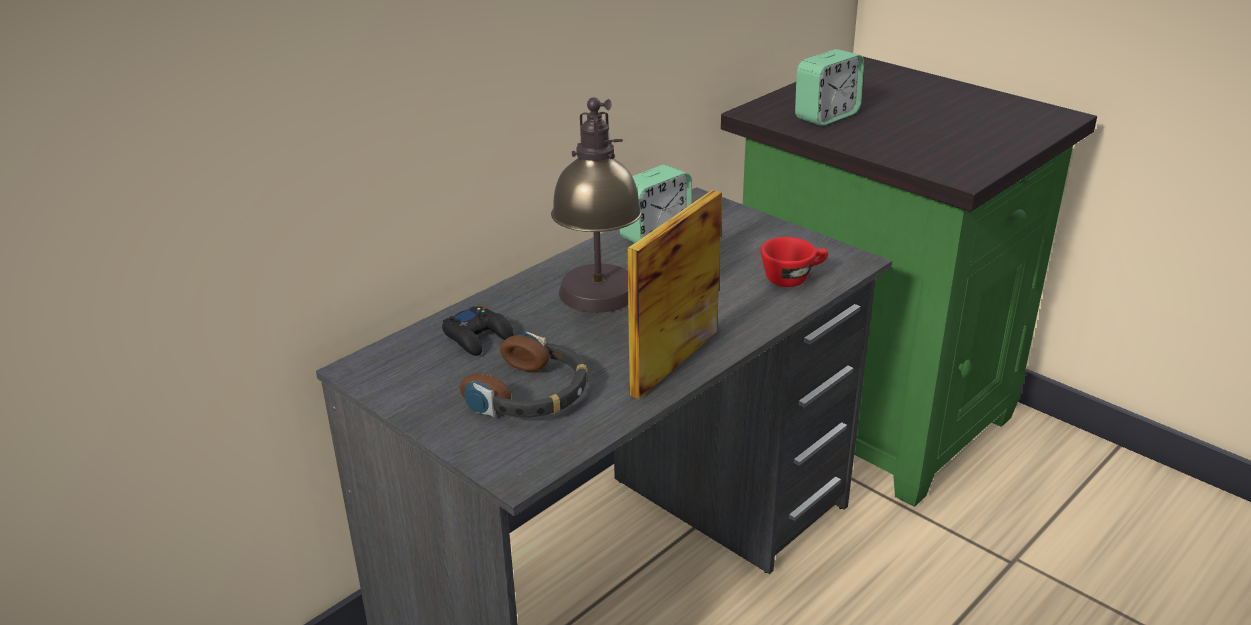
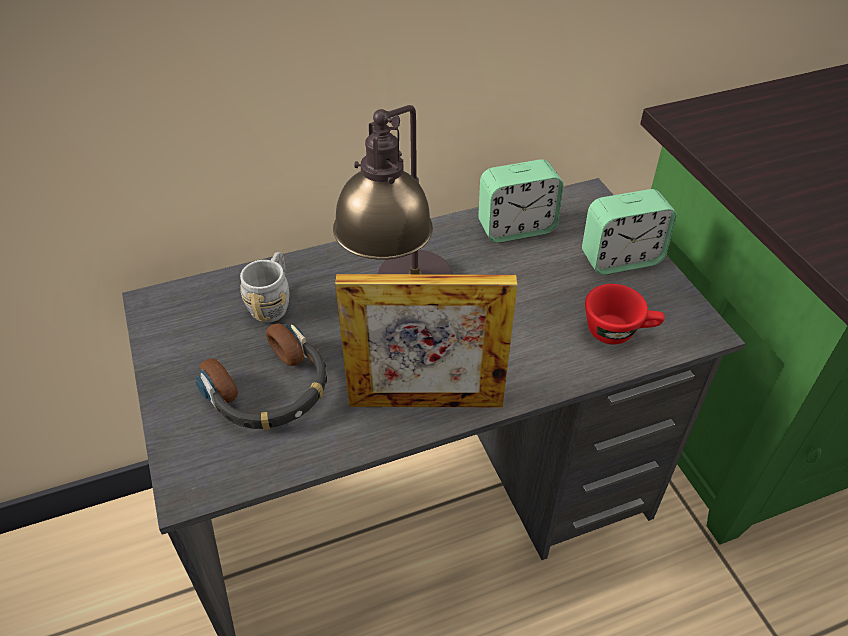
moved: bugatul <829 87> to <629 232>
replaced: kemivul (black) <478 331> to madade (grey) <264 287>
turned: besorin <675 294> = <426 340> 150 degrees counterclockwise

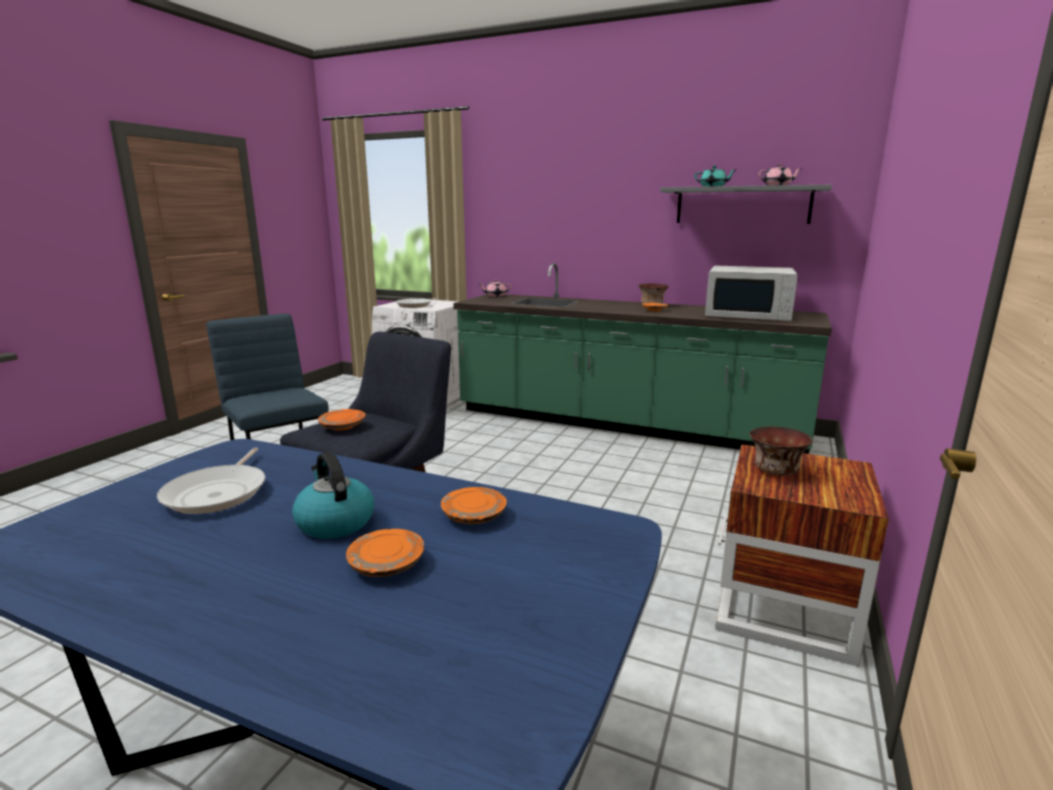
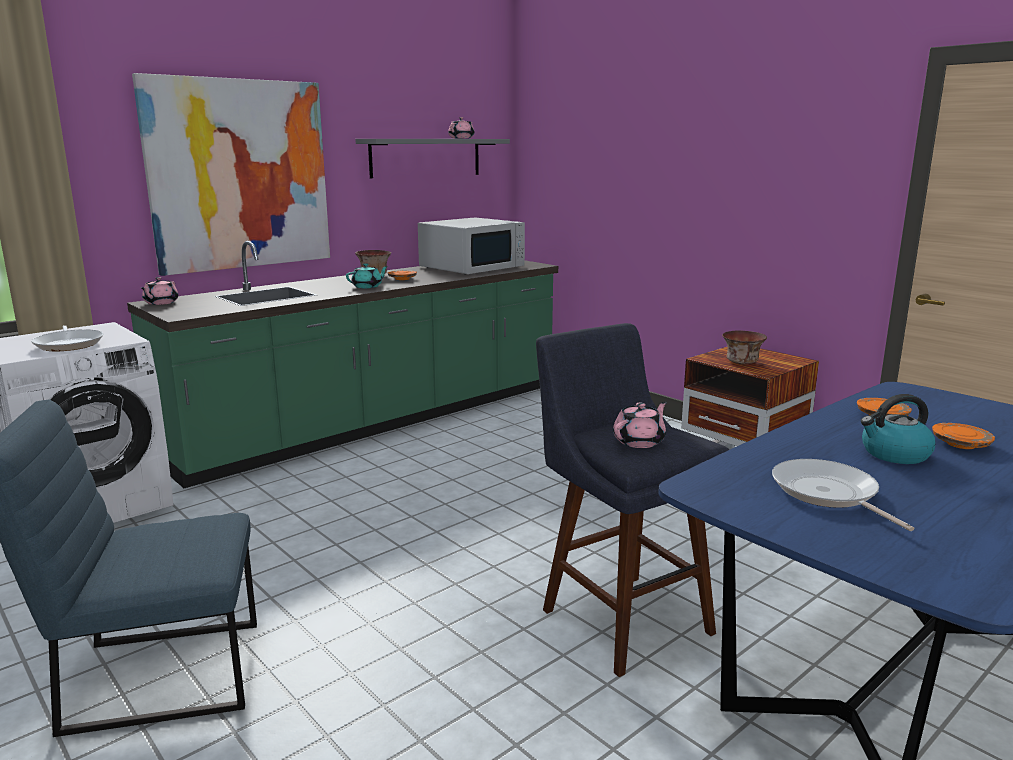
added: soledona <231 174>
moved: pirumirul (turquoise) <714 176> to <367 275>
replaced: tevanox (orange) <342 420> to pirumirul (pink) <640 425>
turned: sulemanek <211 480> = <843 495> 135 degrees counterclockwise

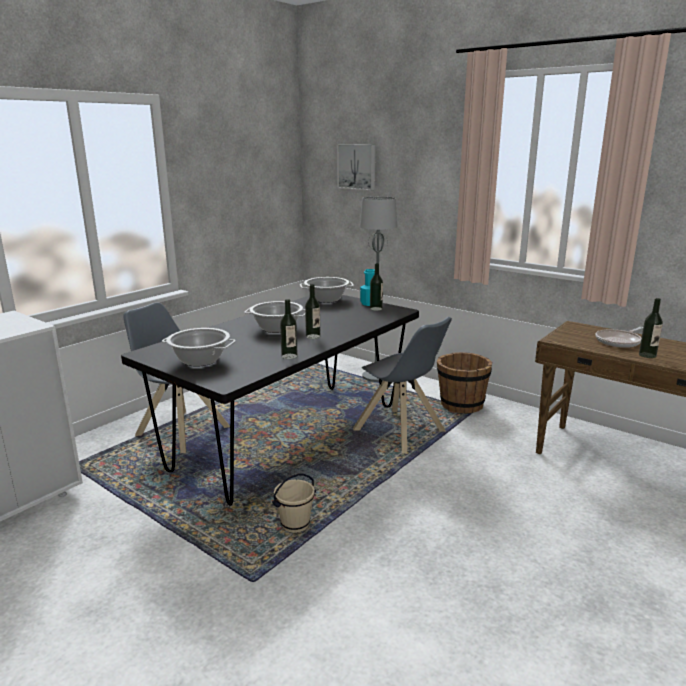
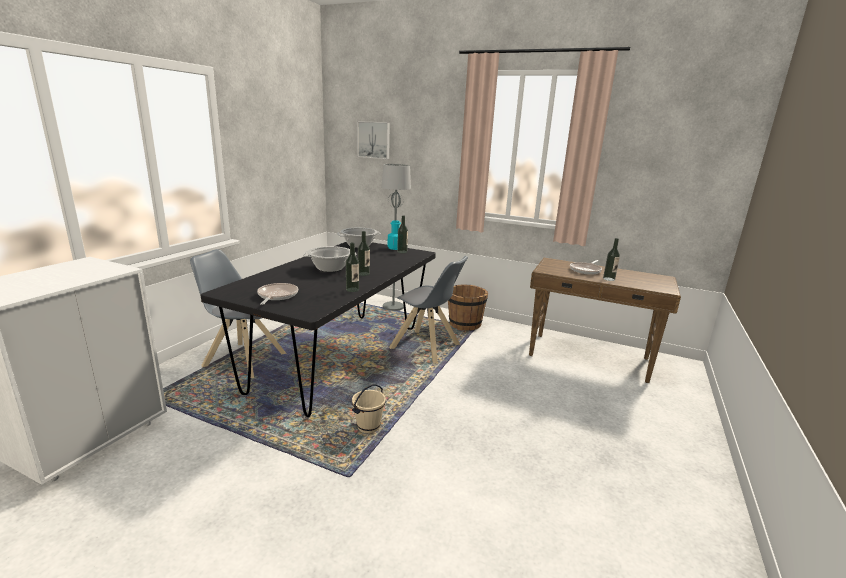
replaced: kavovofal <199 347> to sulemanek <277 294>

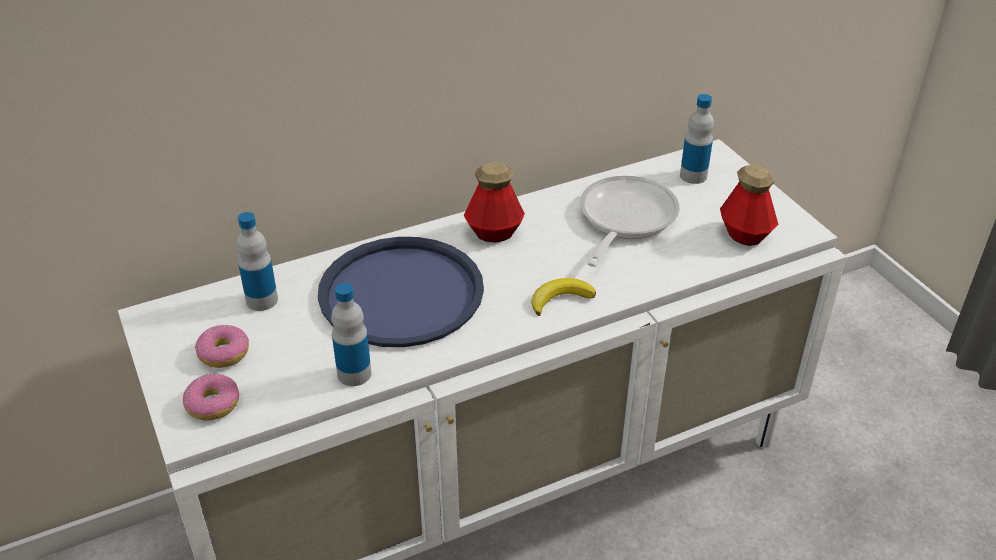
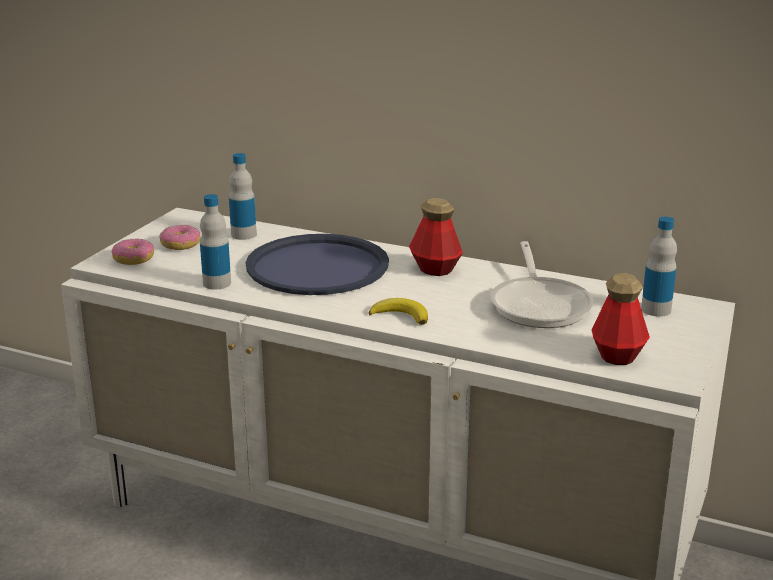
turned: sulemanek <630 221> = <542 284> 105 degrees clockwise

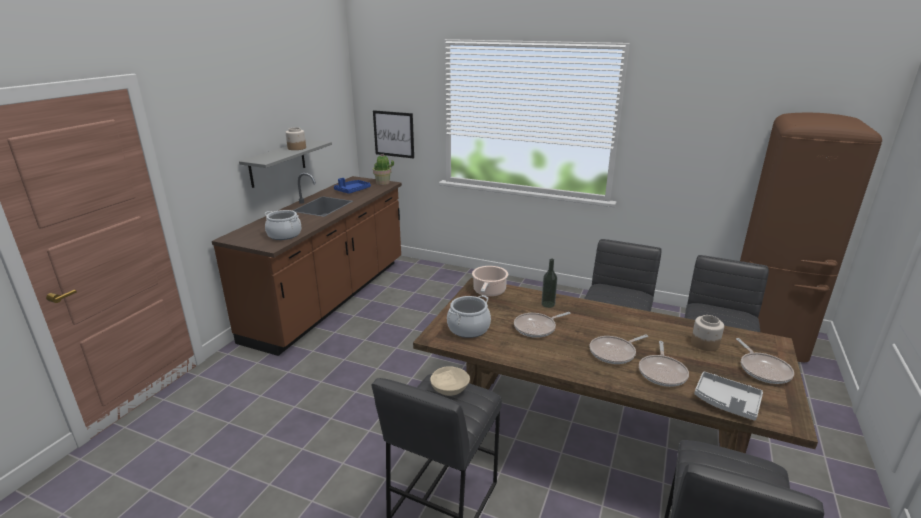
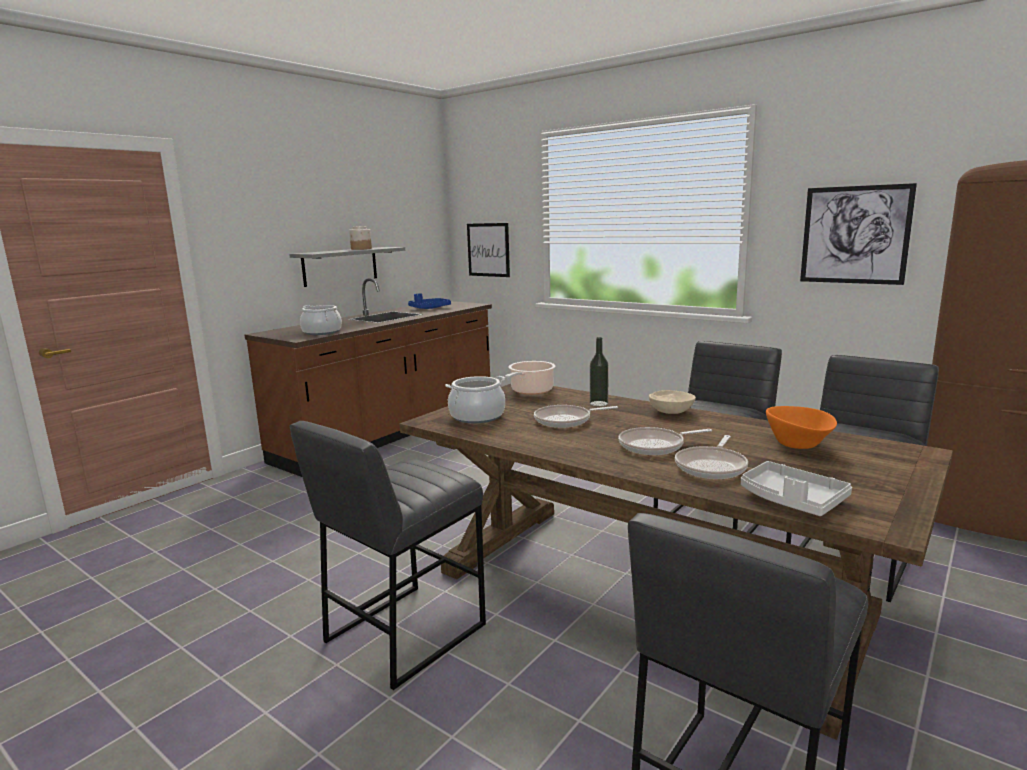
removed: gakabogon <383 169>; sulemanek <765 361>
added: soledona <858 234>
moved: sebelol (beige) <450 381> to <672 402>
replaced: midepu <707 333> to sebelol (orange) <801 427>

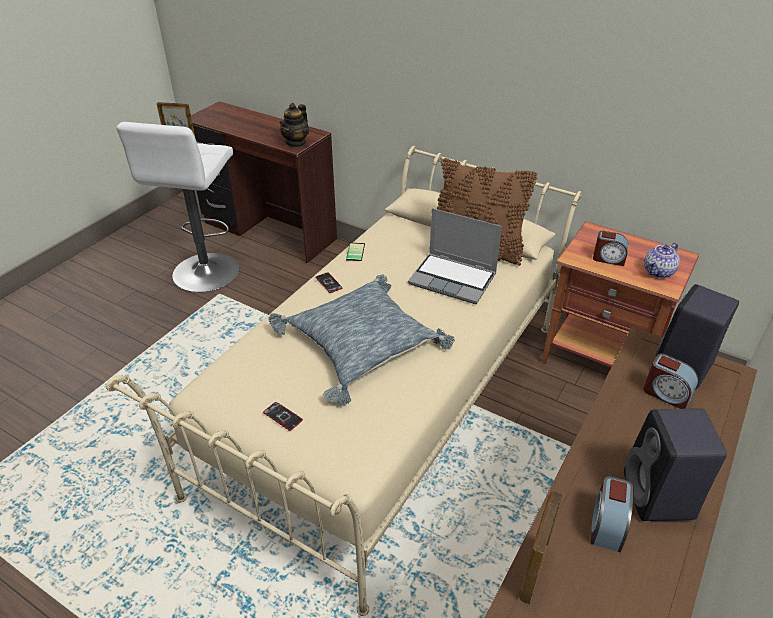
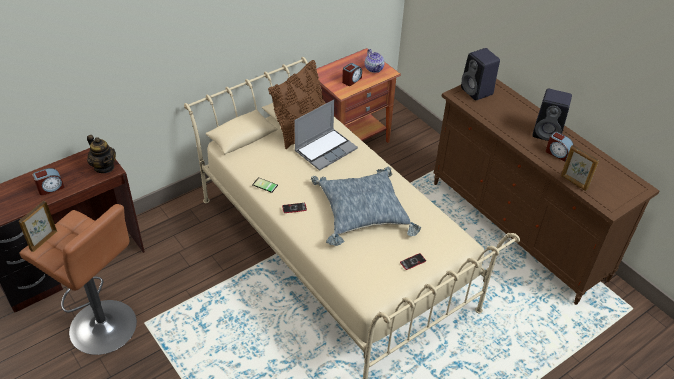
moved: bugatul <671 381> to <49 181>
recoloured: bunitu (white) <177 207> to bunitu (brown) <78 279>

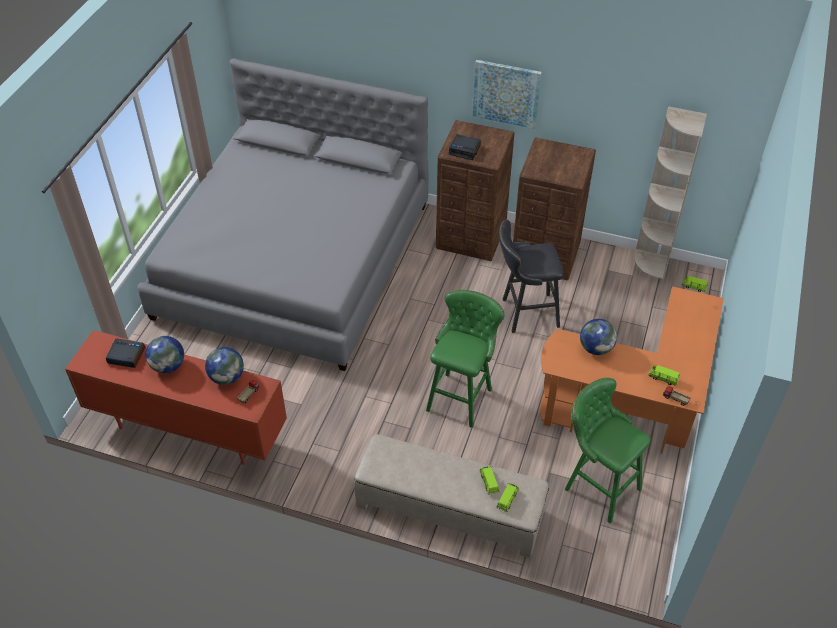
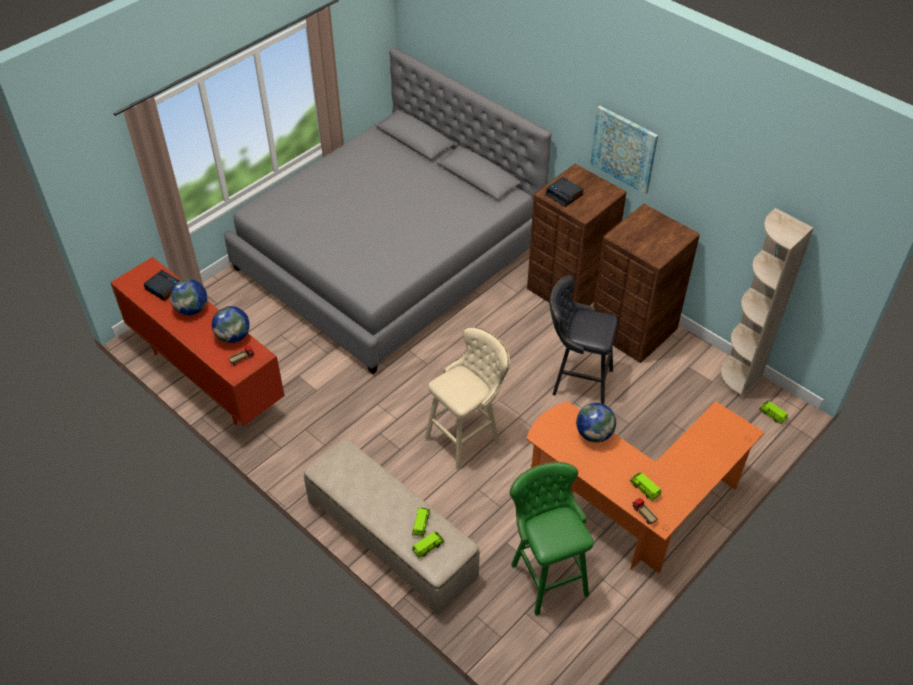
recoloured: bunitu (green) <465 359> to bunitu (beige) <467 399>

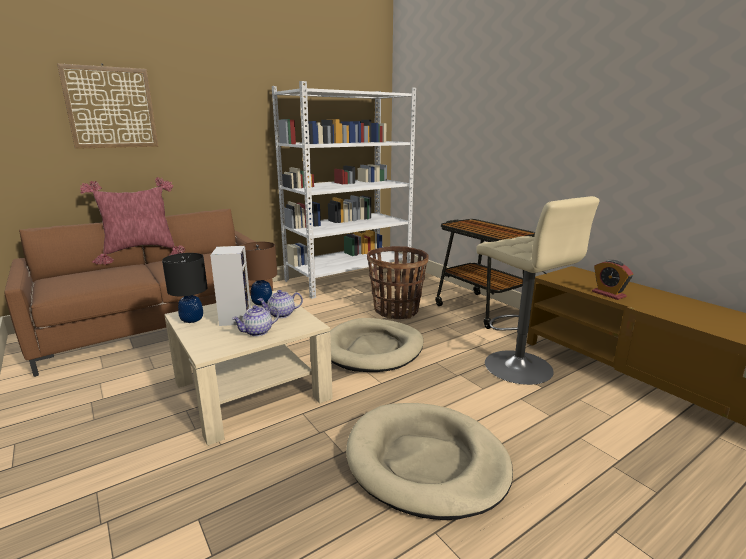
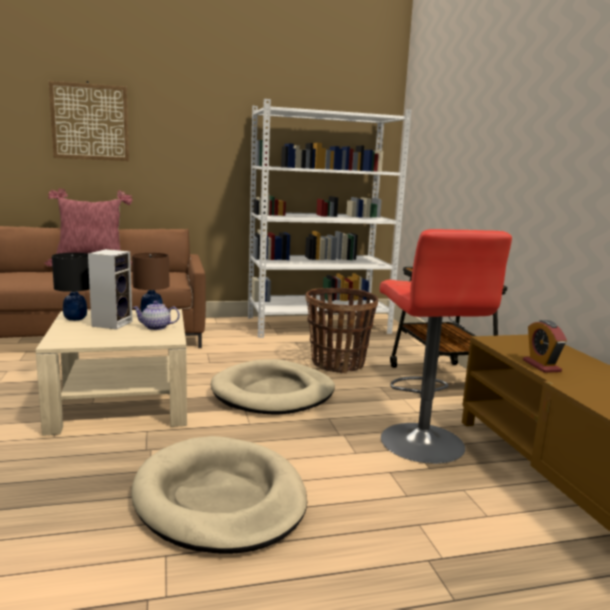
removed: pirumirul <255 320>
recoloured: bunitu (beige) <538 290> to bunitu (red) <446 346>

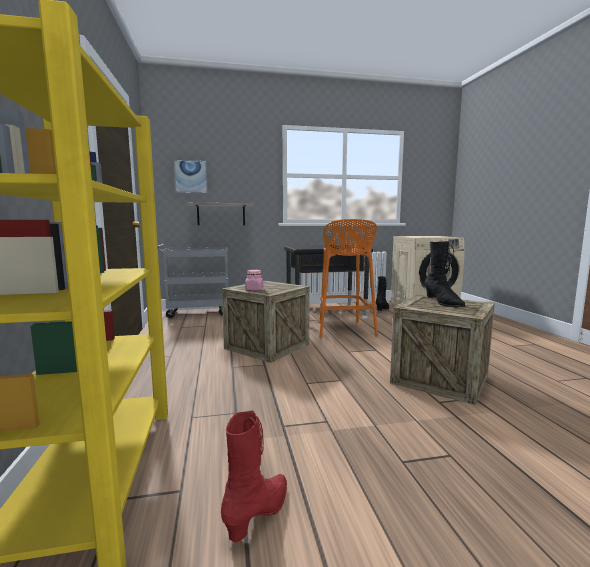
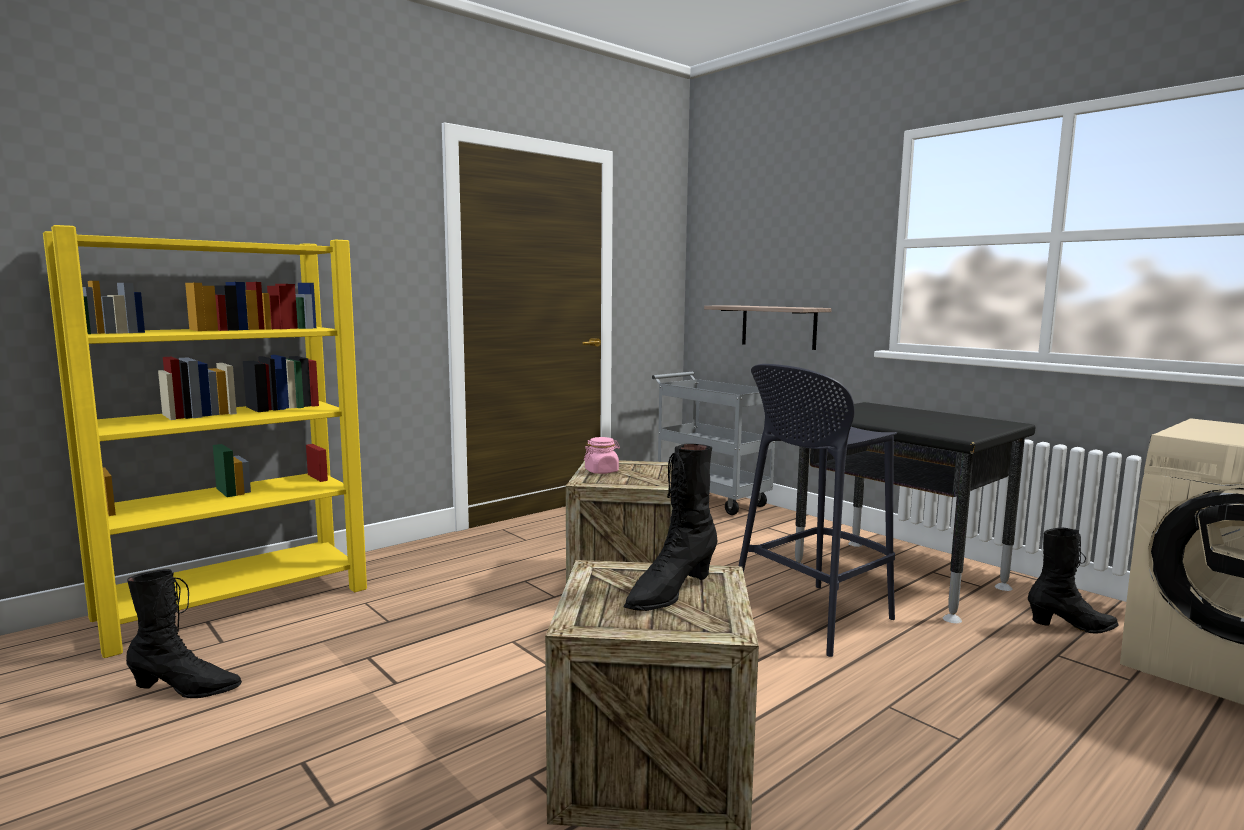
removed: soledona <190 176>
recoloured: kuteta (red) <254 476> to kuteta (black) <184 633>; bunitu (orange) <348 278> to bunitu (grey) <818 510>

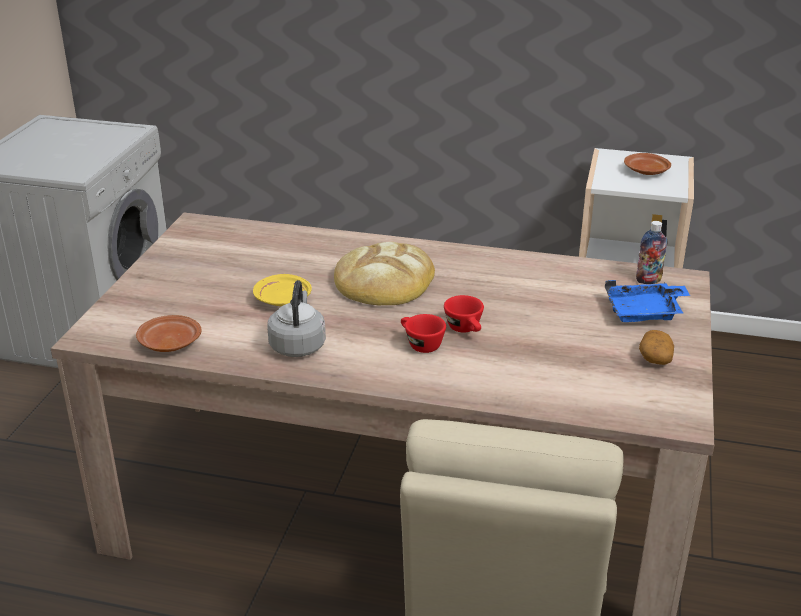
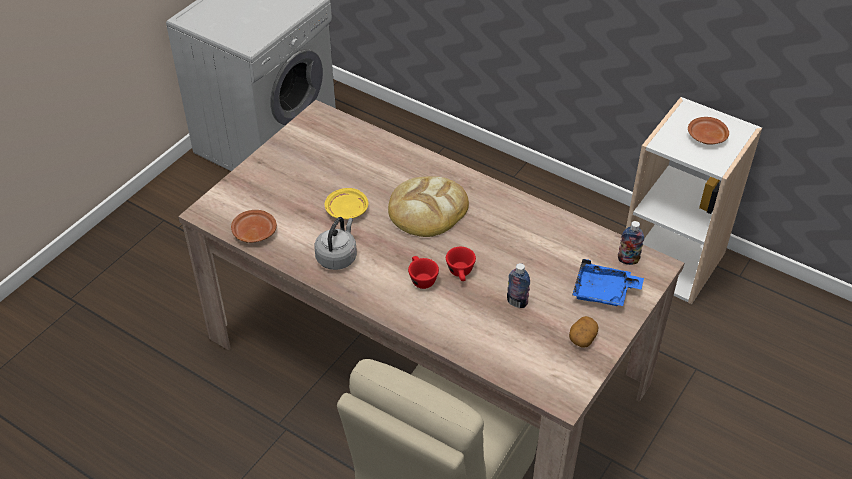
added: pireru <518 285>

